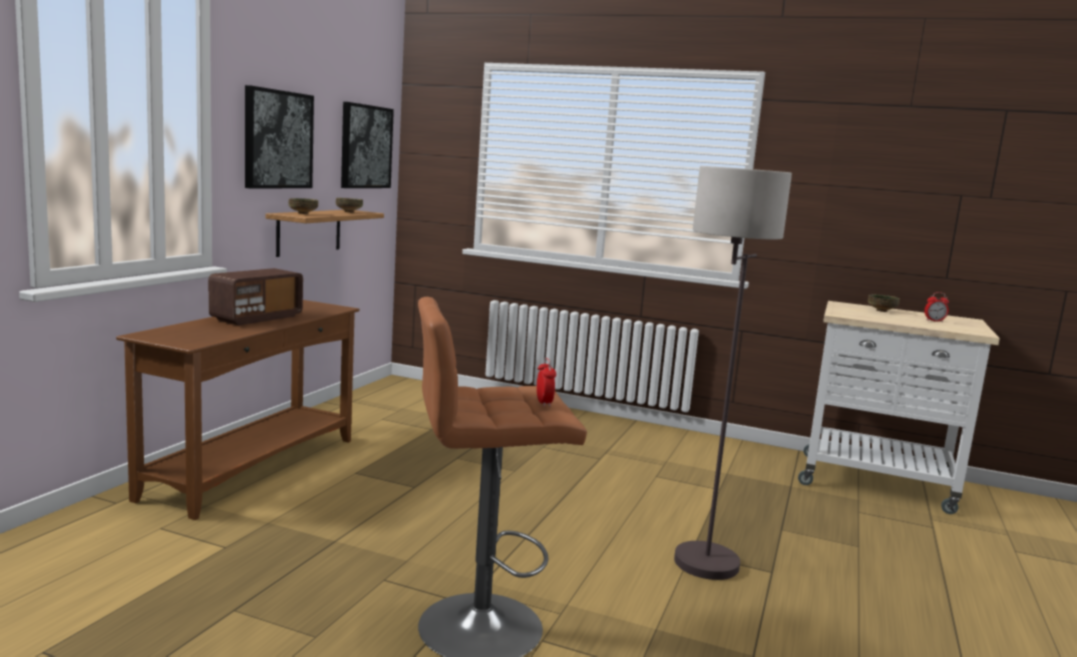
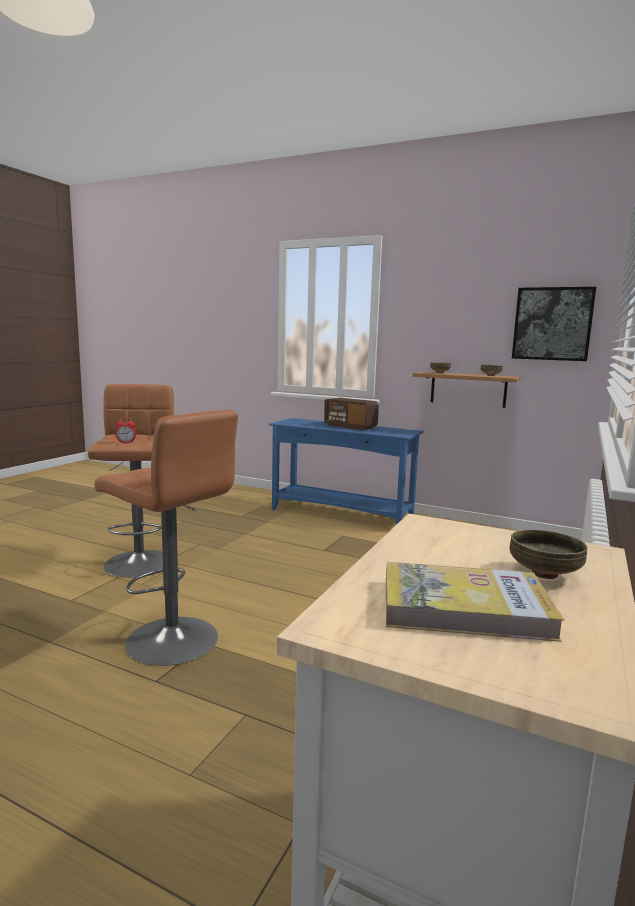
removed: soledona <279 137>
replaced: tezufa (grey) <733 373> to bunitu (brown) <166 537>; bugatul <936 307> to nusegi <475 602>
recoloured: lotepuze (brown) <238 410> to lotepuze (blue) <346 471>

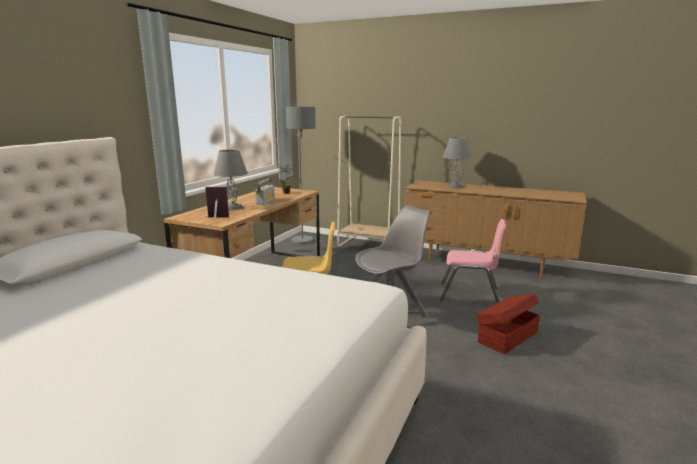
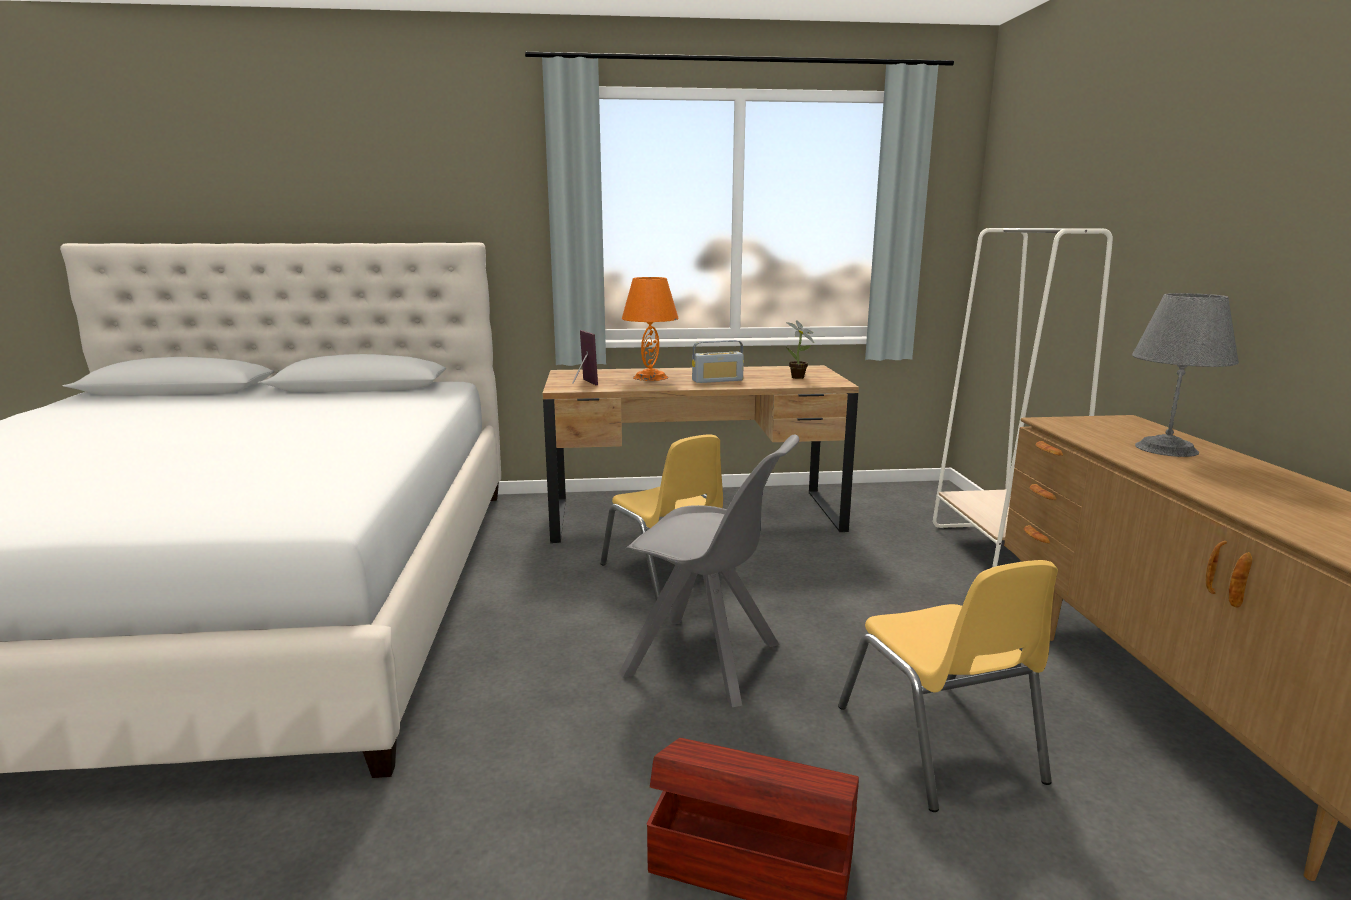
removed: tezufa (grey) <301 175>
recoloured: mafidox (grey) <230 180> to mafidox (orange) <650 329>; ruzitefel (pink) <473 261> to ruzitefel (yellow) <948 686>

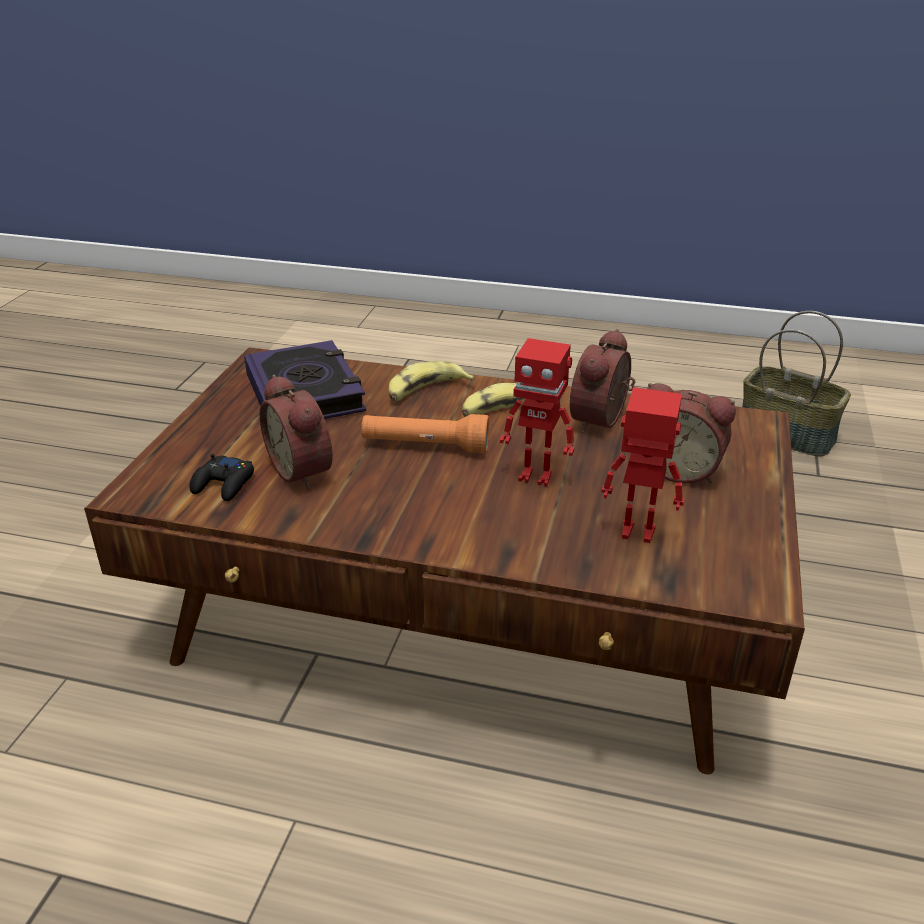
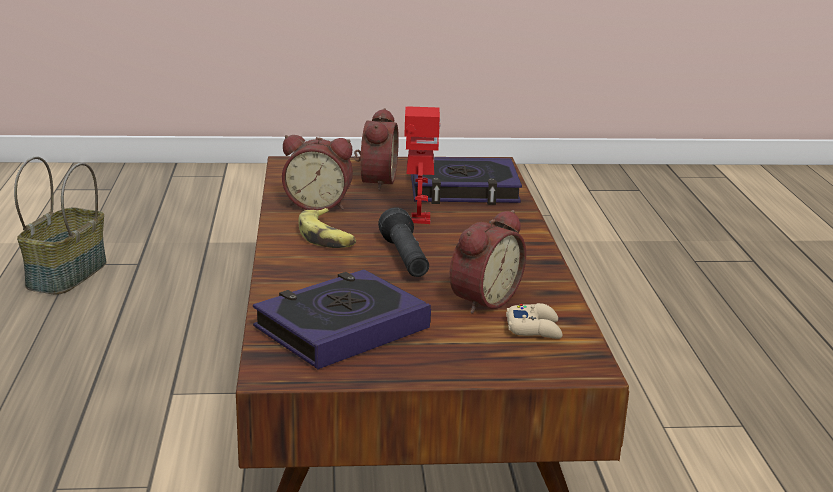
removed: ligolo <432 381>
replaced: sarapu <643 465> to nusegi <466 181>
recoloured: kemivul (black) <221 477> to kemivul (beige) <534 321>; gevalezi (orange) <425 433> to gevalezi (black) <403 242>

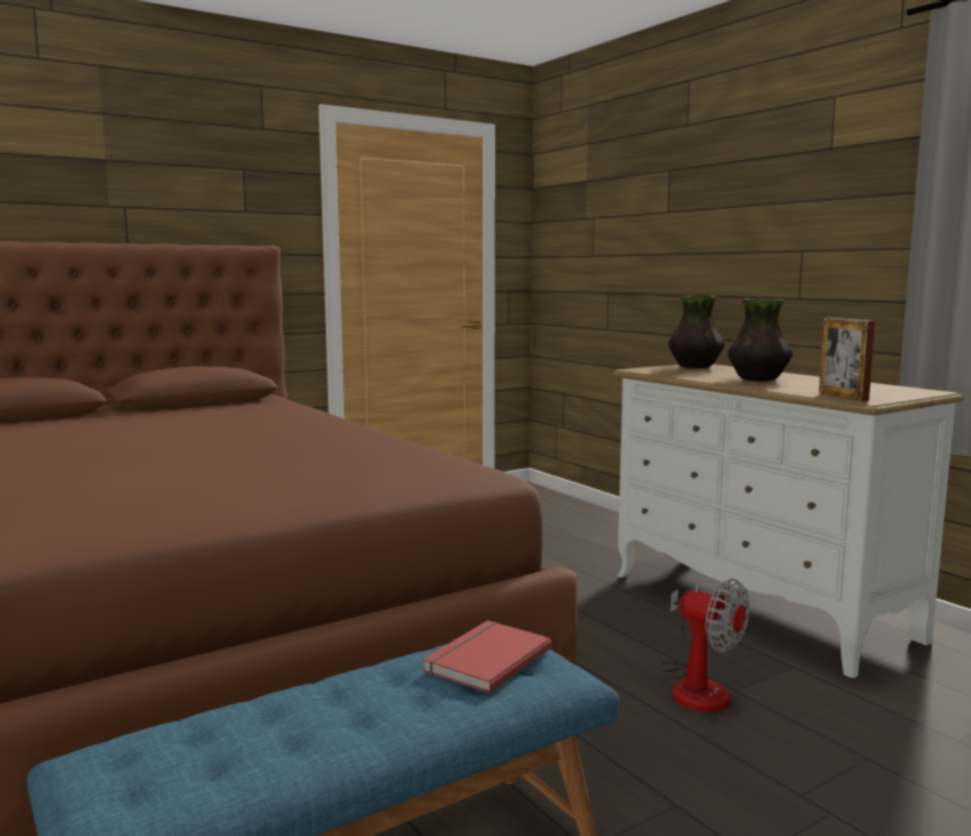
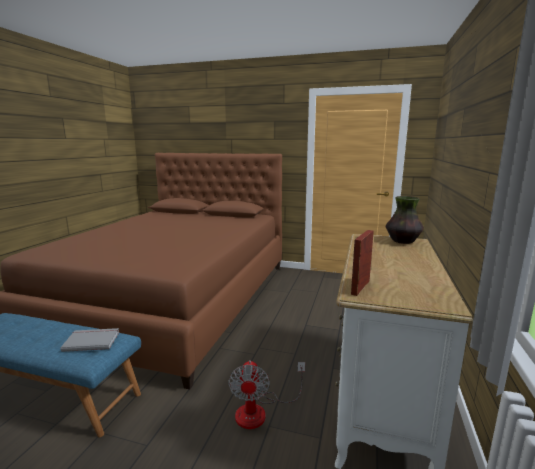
removed: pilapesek <760 340>
recoloured: nusegi (red) <486 656> to nusegi (grey) <89 340>

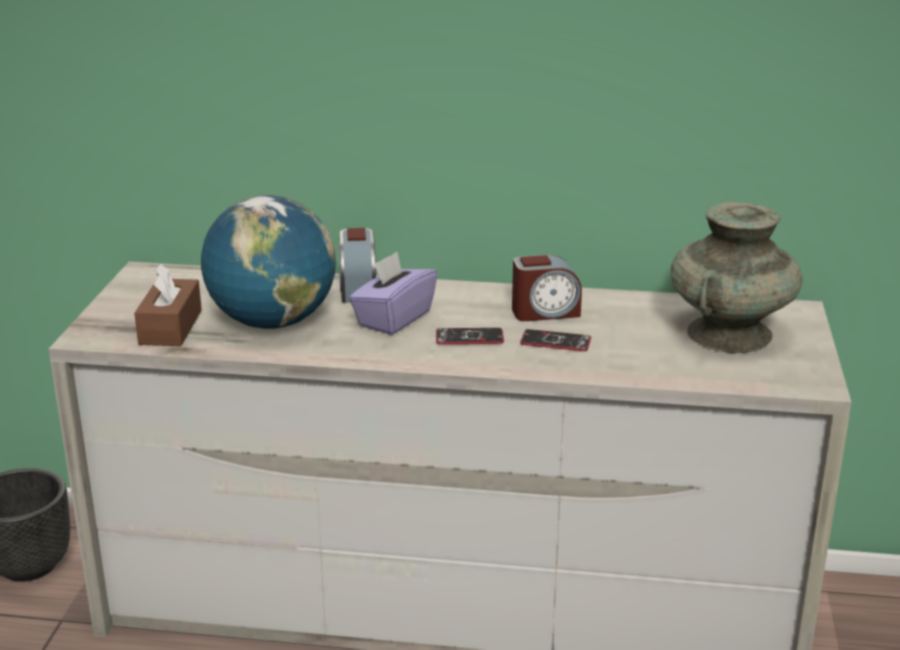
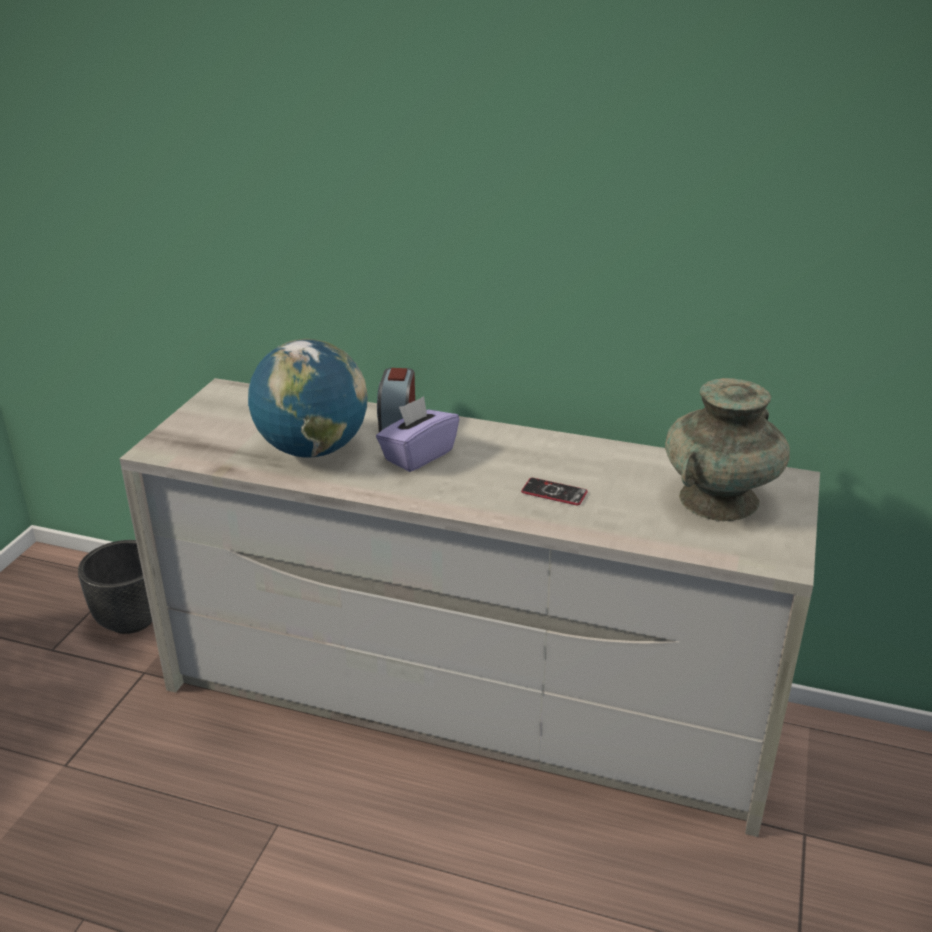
removed: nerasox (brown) <168 304>; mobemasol <470 336>; bugatul <547 288>

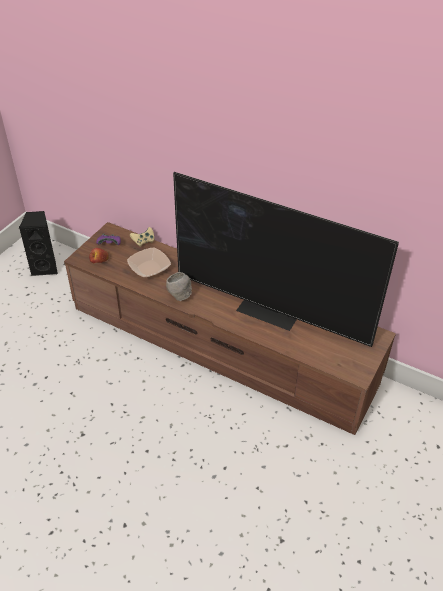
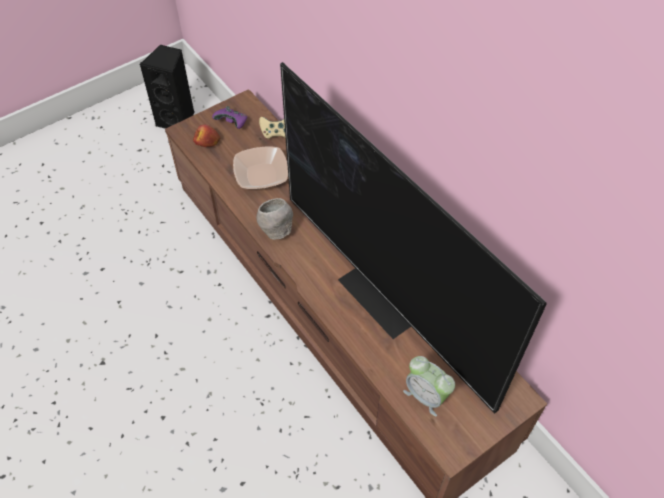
added: bugatul <429 386>

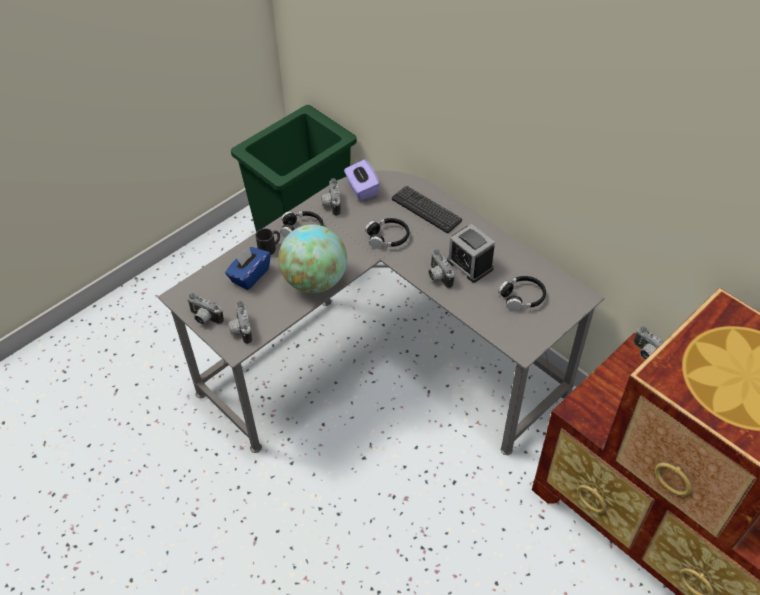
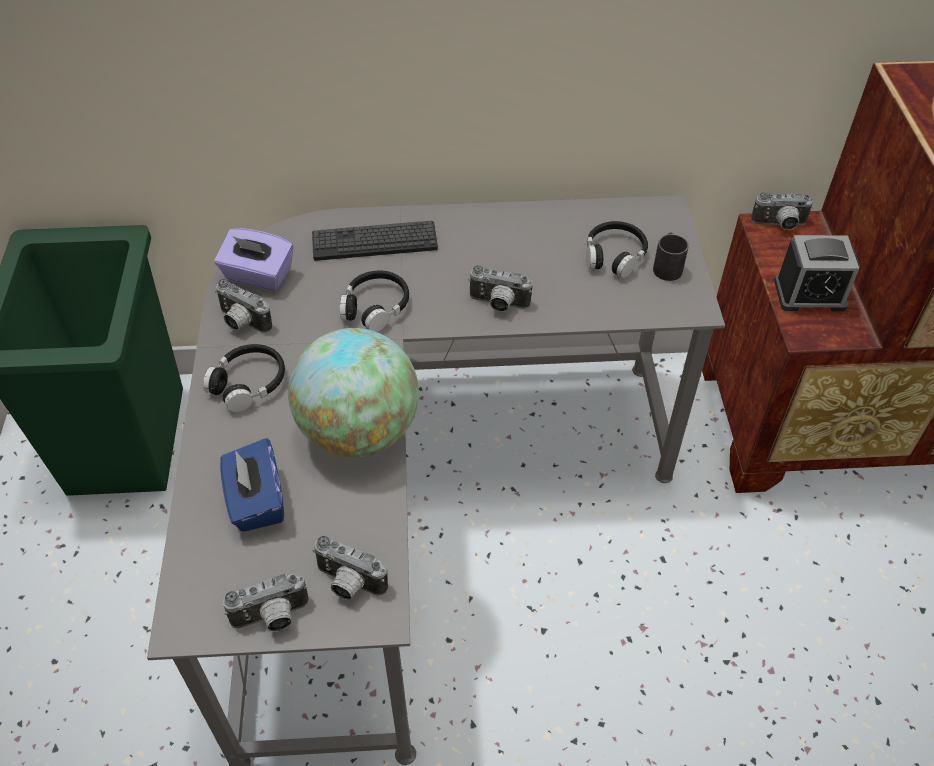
moved: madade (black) <267 241> to <671 257>; bugatul <471 253> to <817 273>

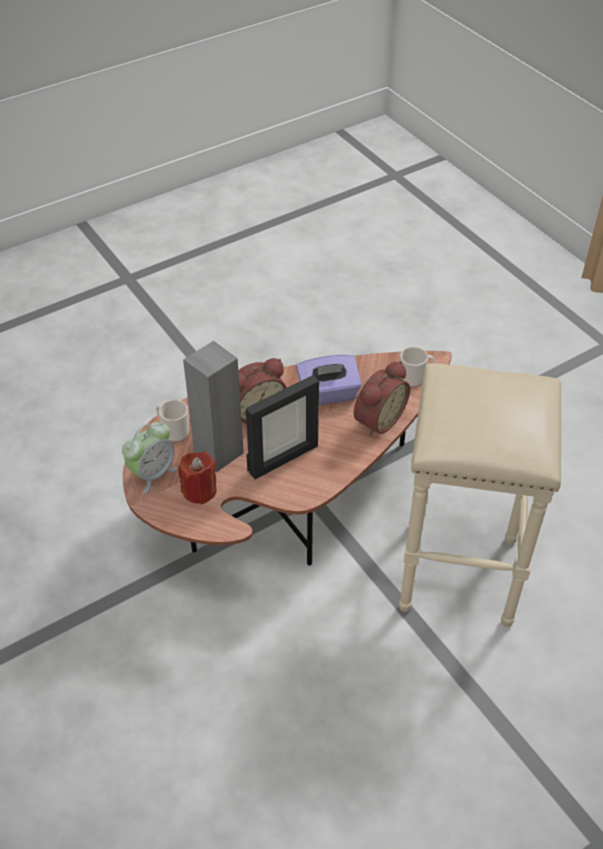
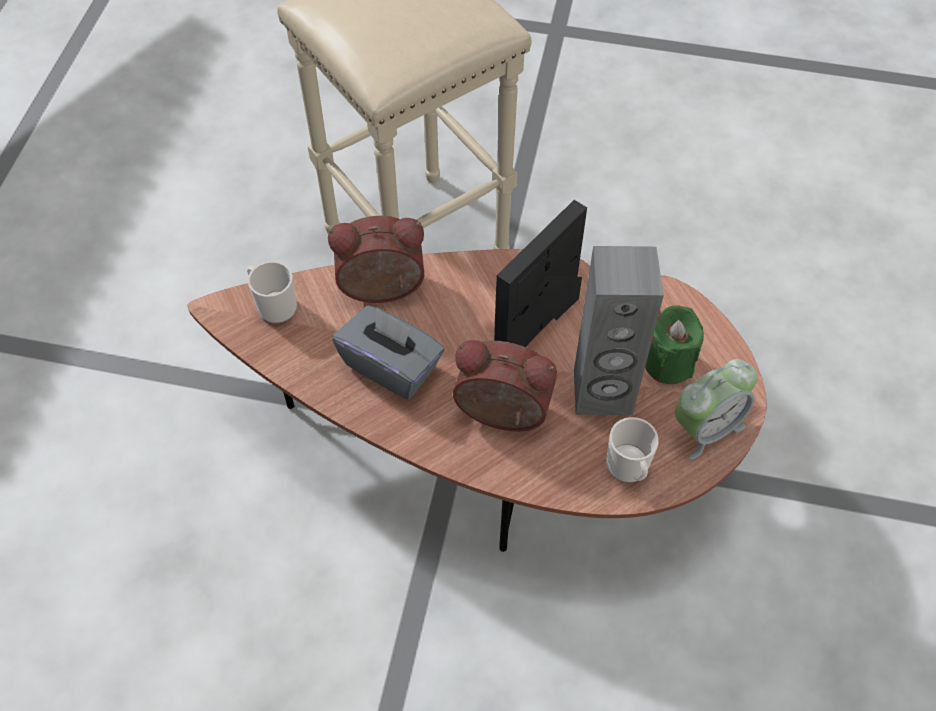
recoloured: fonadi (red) <197 478> to fonadi (green) <674 344>; nerasox (purple) <329 380> to nerasox (grey) <388 352>
turned: bugatul <150 457> = <716 409> 150 degrees clockwise; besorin <282 427> = <540 273> 60 degrees counterclockwise

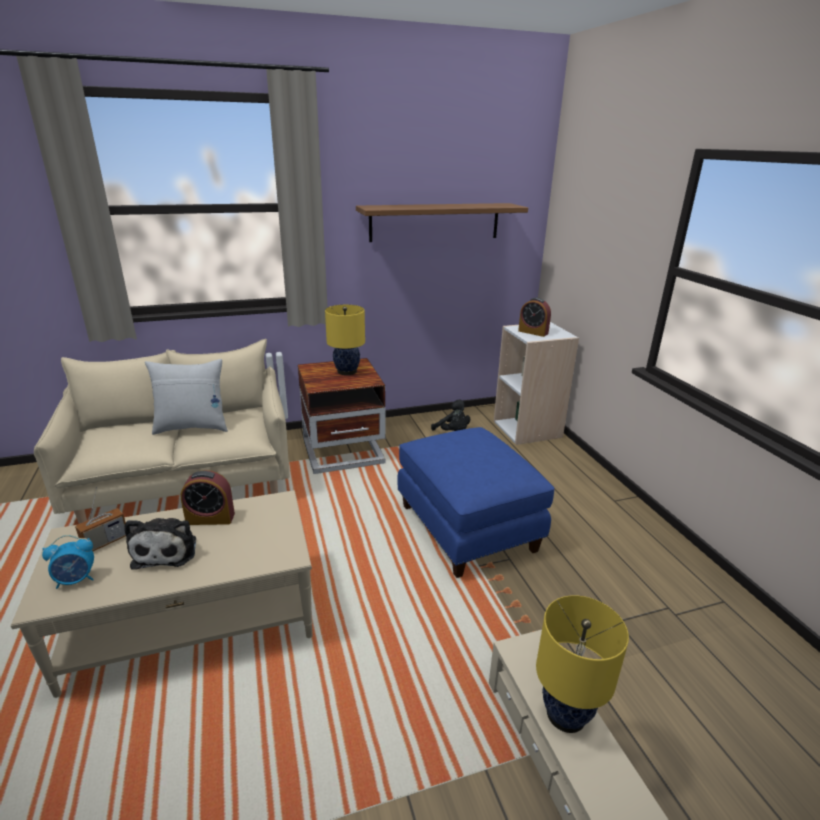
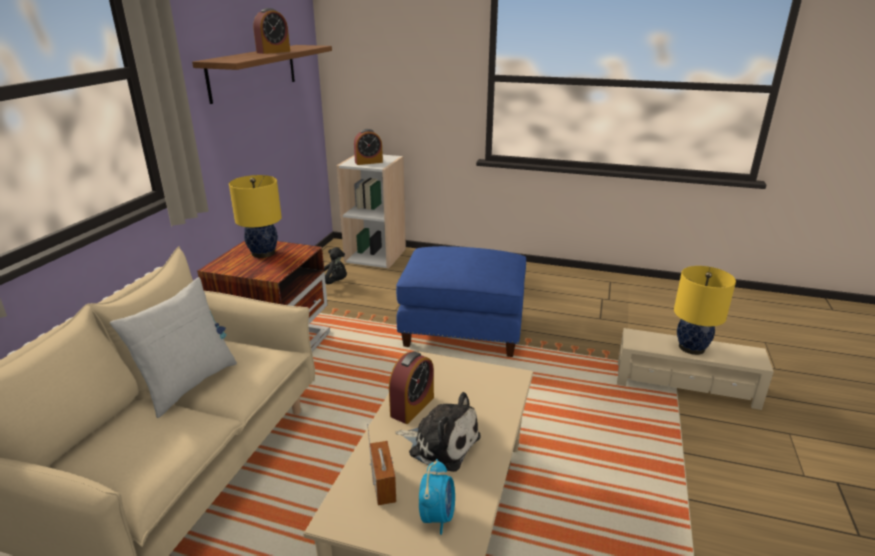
added: bugatul <271 31>

